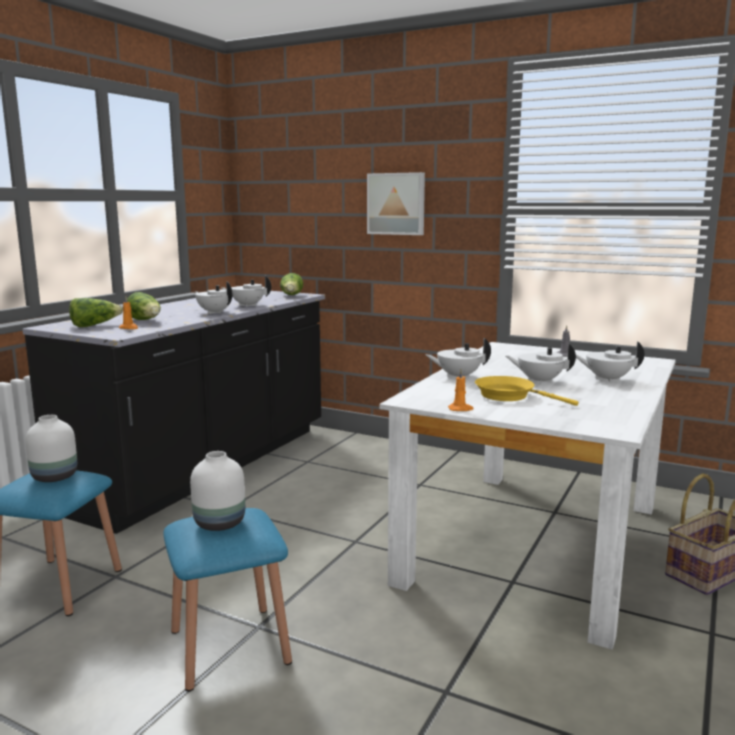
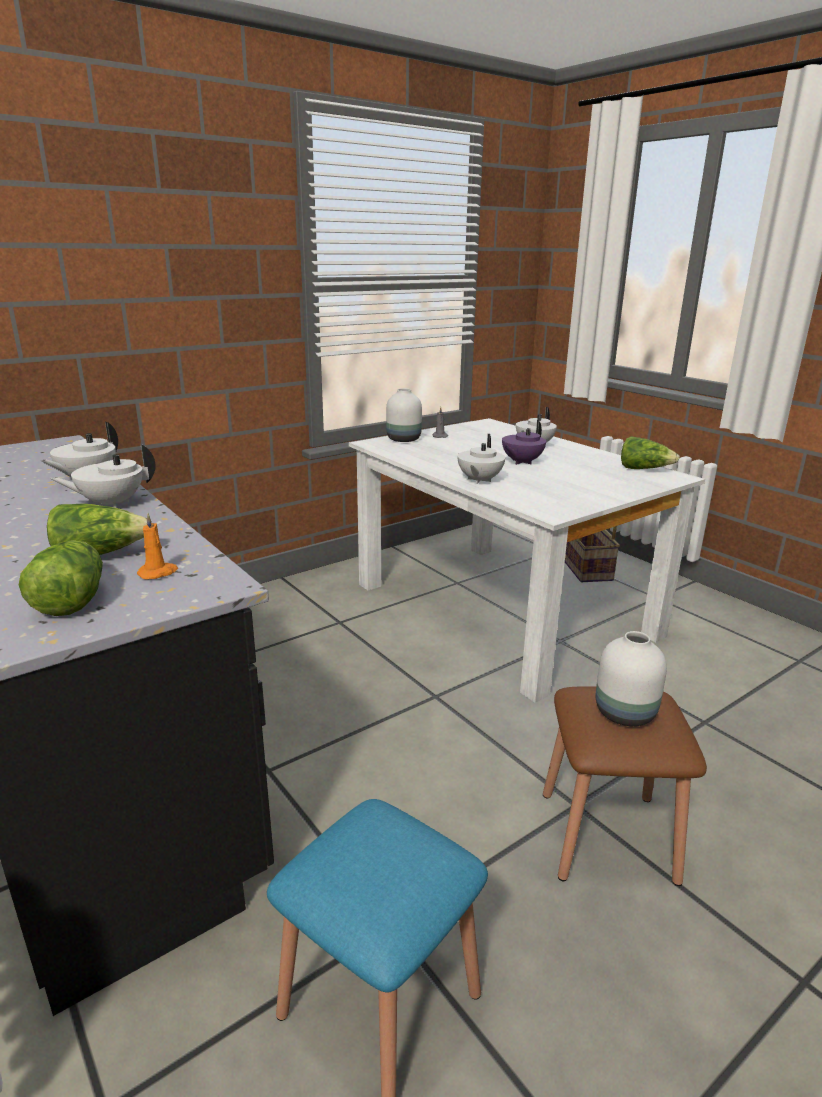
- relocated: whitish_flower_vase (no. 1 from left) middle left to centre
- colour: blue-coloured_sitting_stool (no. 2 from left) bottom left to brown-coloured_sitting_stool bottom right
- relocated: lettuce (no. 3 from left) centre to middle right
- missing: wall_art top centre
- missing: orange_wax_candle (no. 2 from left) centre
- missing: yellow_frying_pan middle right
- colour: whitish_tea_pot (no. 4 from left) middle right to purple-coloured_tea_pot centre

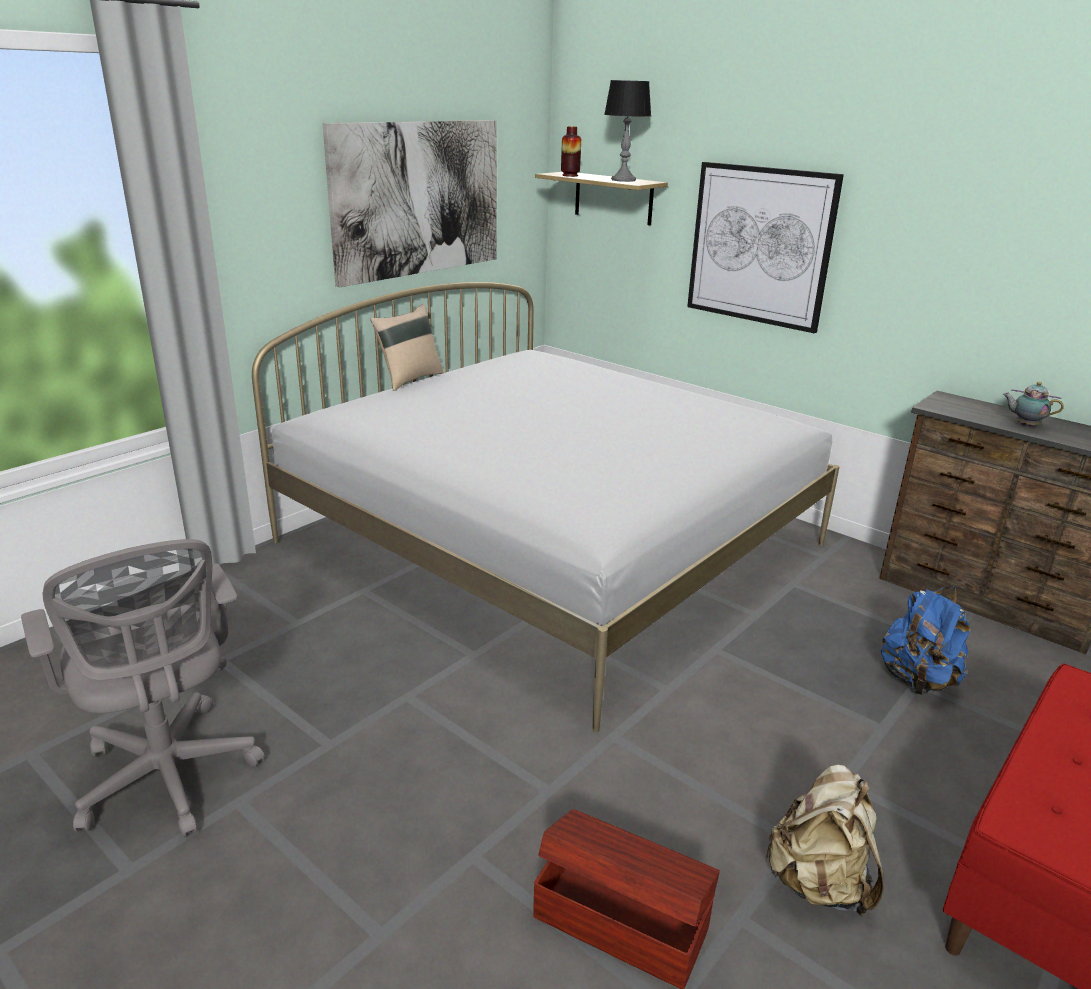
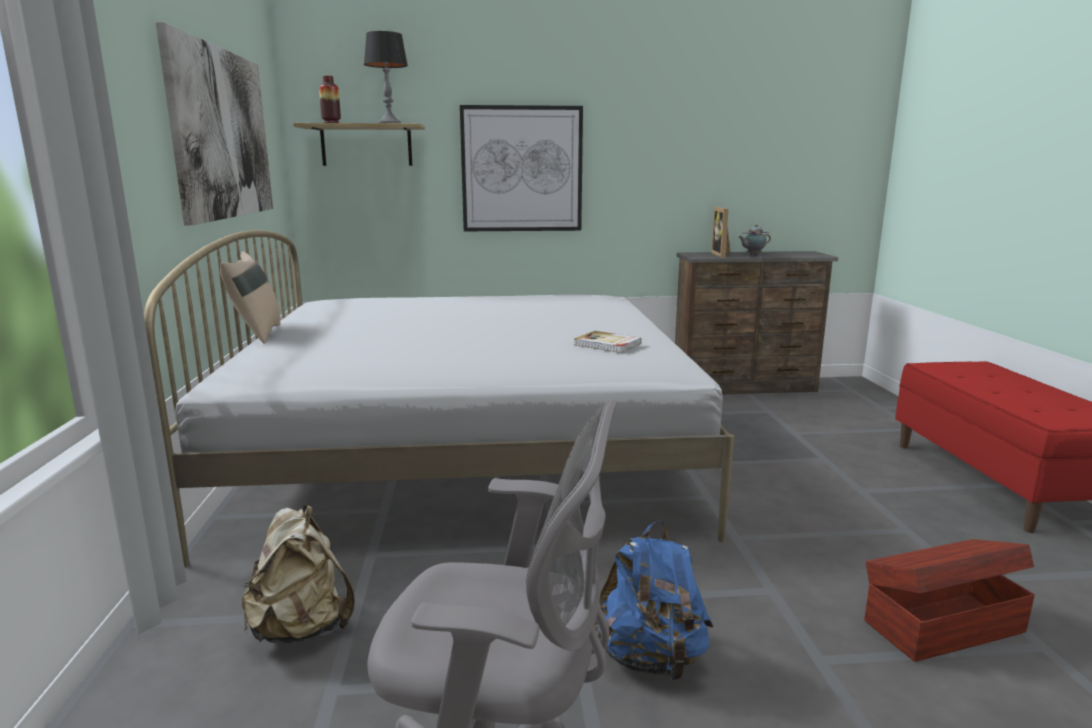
- relocated: beige_rucksack bottom right to bottom left
- relocated: blue-coloured_rucksack middle right to bottom centre
- appeared: volume centre
- appeared: standing_frame top centre

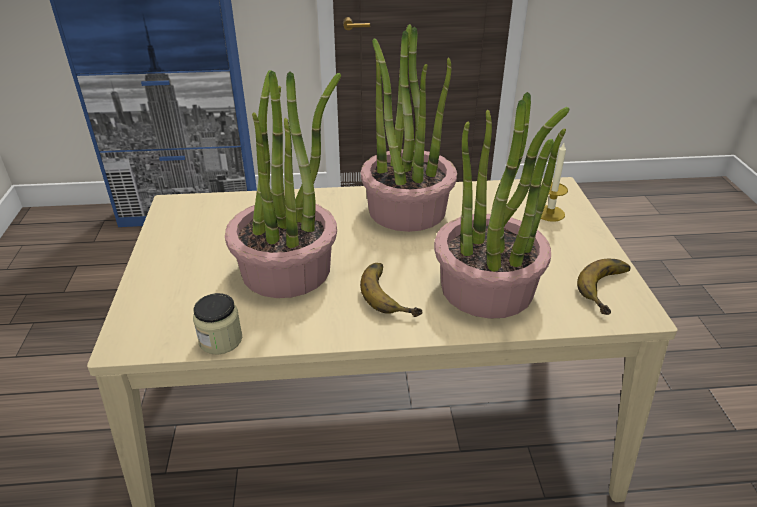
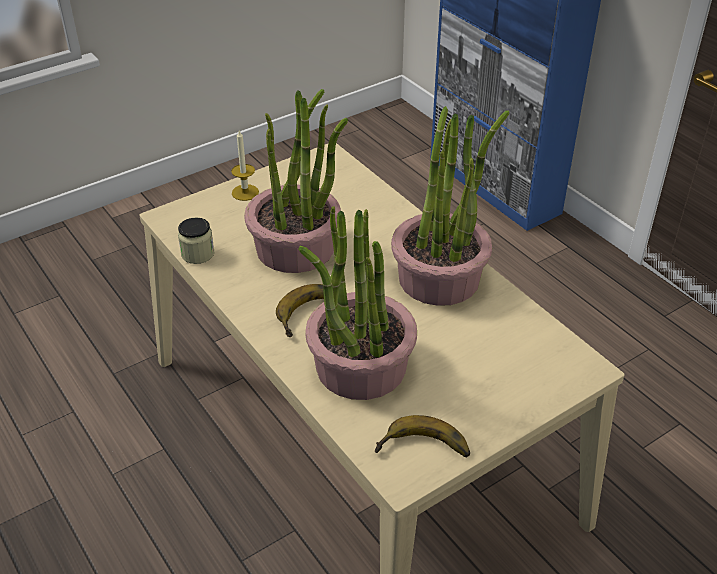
- relocated: wax_candle middle right to top centre

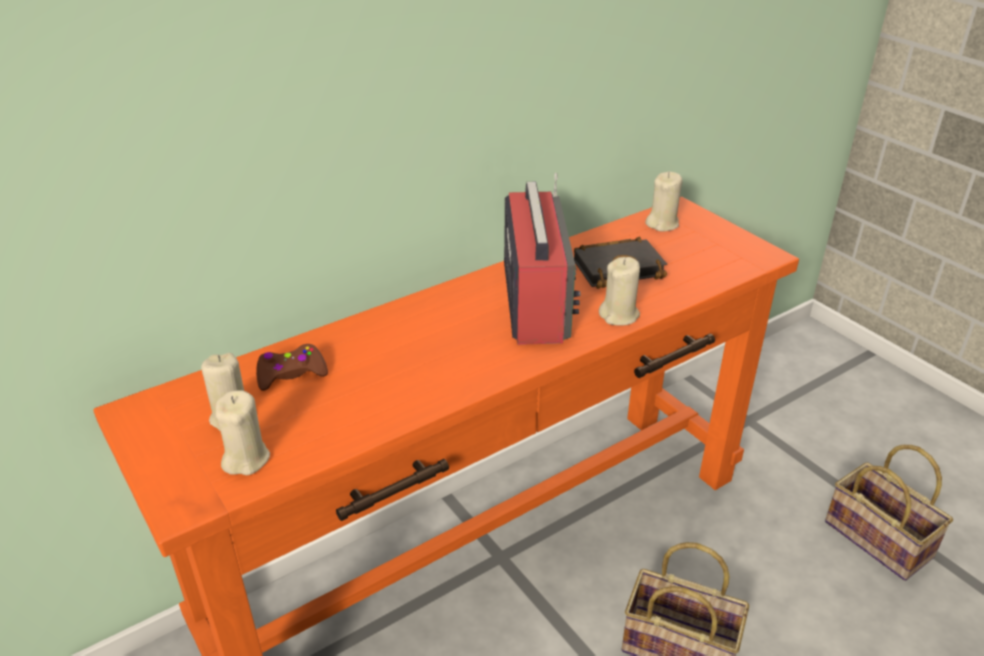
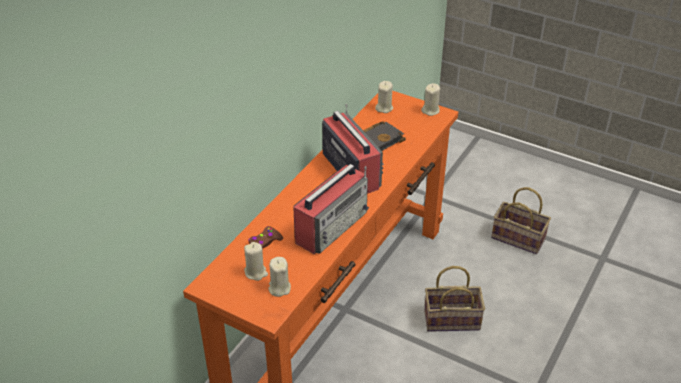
- relocated: beige_wax_candle (no. 3 from left in the first image) centre to beige_wax_candle (no. 4 from left) top centre
- appeared: radio_receiver (no. 1 from left) centre

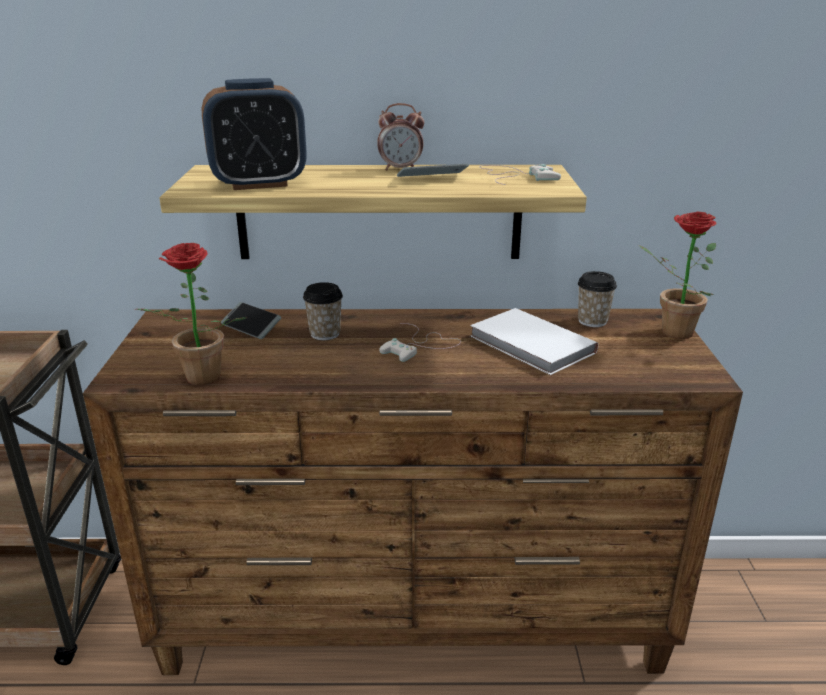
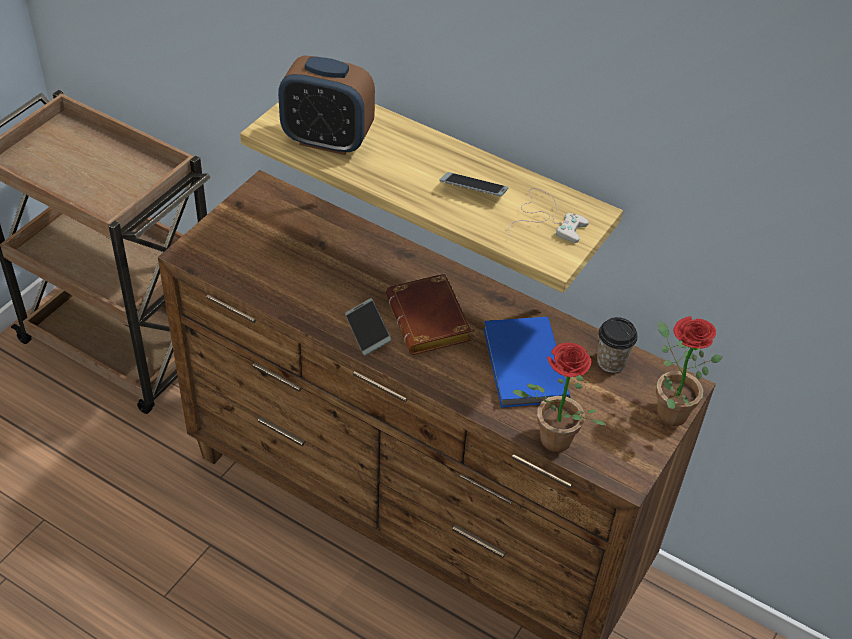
- relocated: potted_plant (no. 1 from left) middle left to centre
- relocated: telephone (no. 1 from left) middle left to centre
- missing: drinking_cup (no. 1 from left) centre
- missing: table_clock (no. 2 from left) top centre
- exchanged: whitish_game_controller (no. 1 from left) centre to brown-coloured_volume centre
- colour: whitish_volume centre to blue-coloured_volume centre

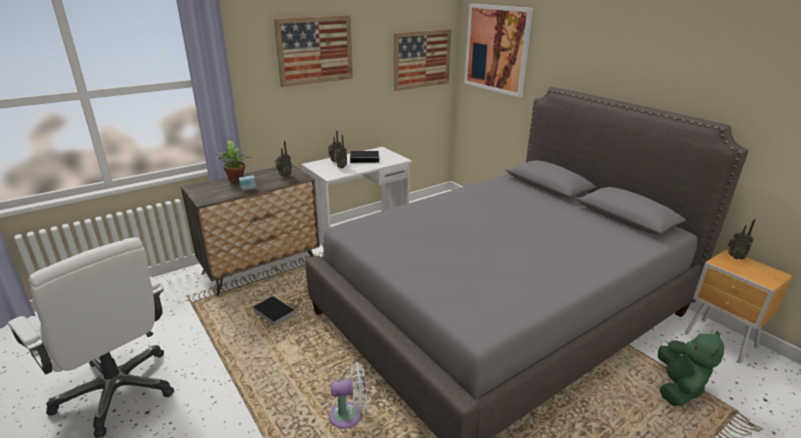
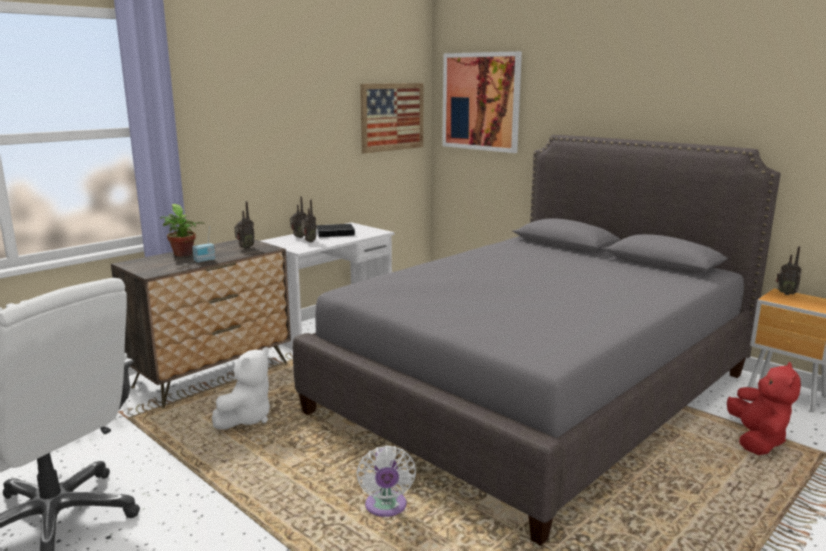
- exchanged: volume (no. 1 from left) bottom centre to whitish_cuddly_toy bottom left
- missing: wall_art (no. 1 from left) top centre
- spun: whitish_electric_fan bottom centre = bottom centre 105 degrees clockwise
- colour: greenish_cuddly_toy bottom right to reddish_cuddly_toy bottom right

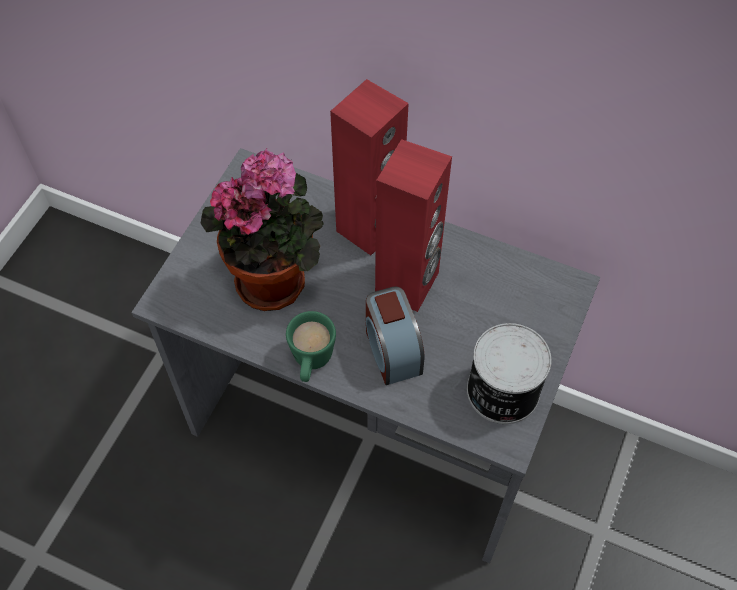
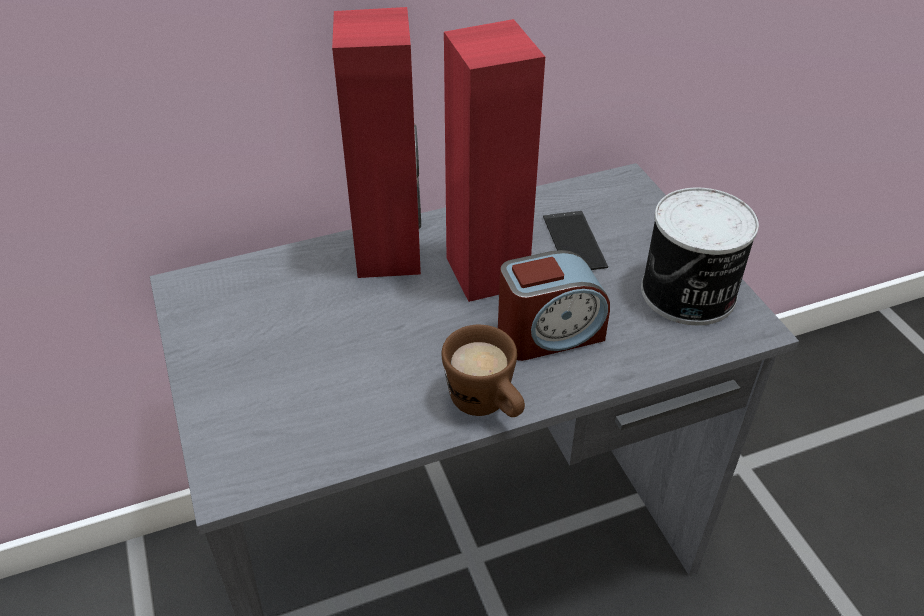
- missing: potted_plant centre
- colour: greenish_tea_mug centre to brown-coloured_tea_mug centre
- spun: table_clock centre = centre 45 degrees counterclockwise
- appeared: telephone centre

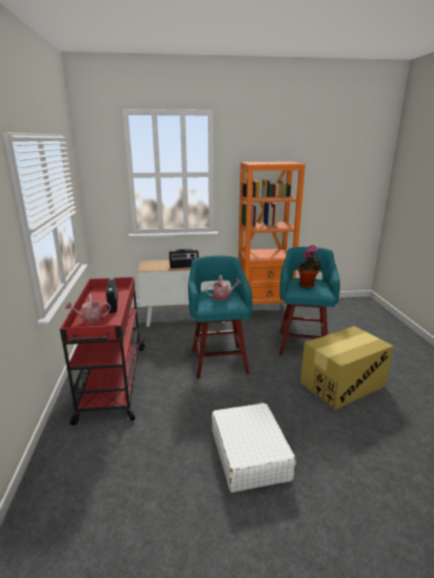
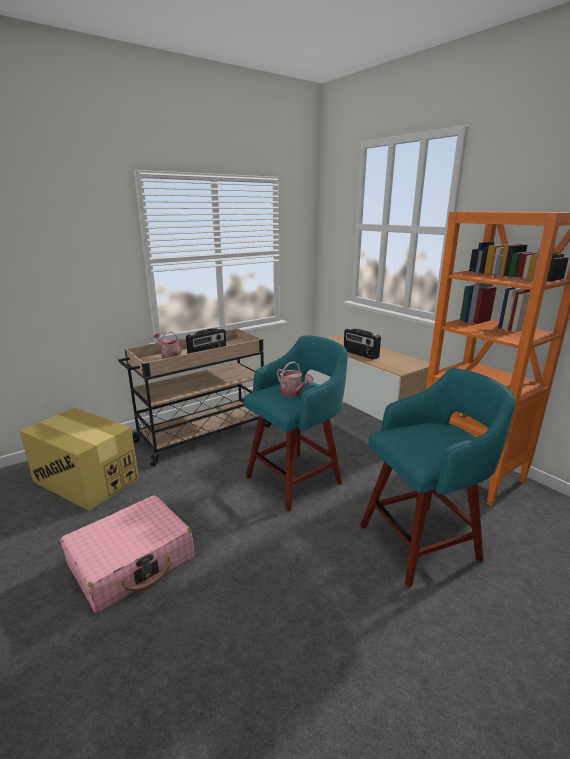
- colour: reddish_trolley middle left to beige_trolley centre
- colour: whitish_piece_of_luggage bottom centre to pinkish_piece_of_luggage bottom left
- missing: potted_plant middle right
- relocated: cardboard_box middle right to middle left

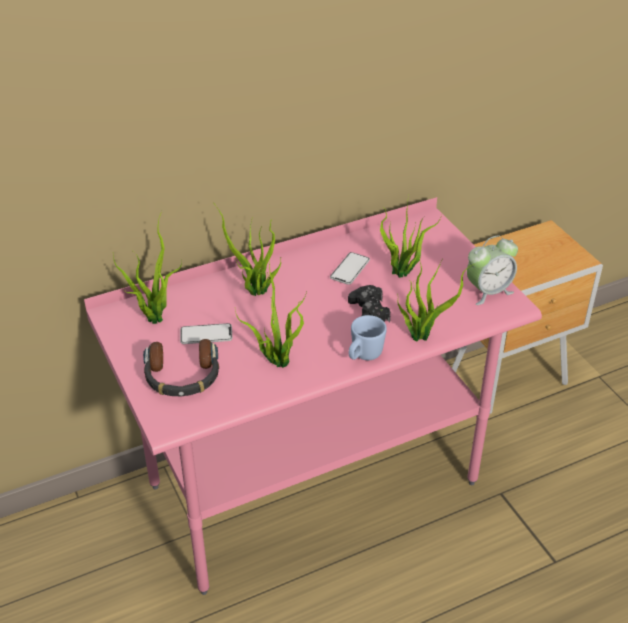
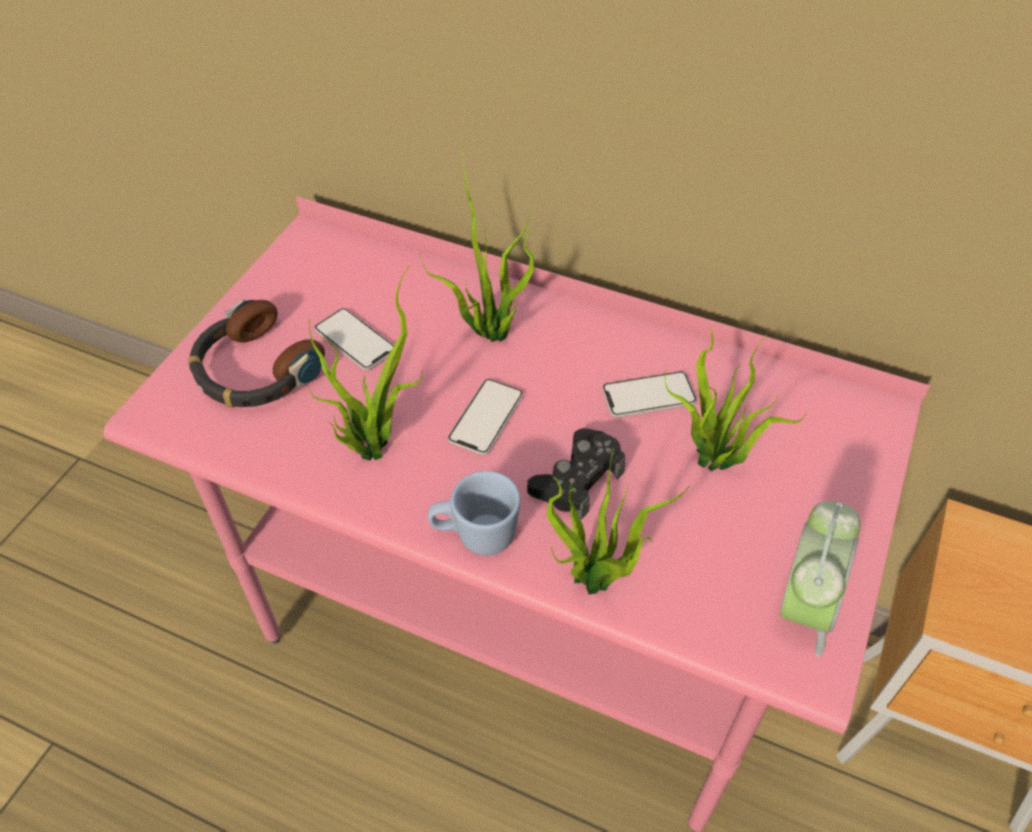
- missing: potted_plant (no. 1 from left) middle left
- spun: table_clock middle right = bottom right 90 degrees counterclockwise
- appeared: telephone (no. 2 from left) centre

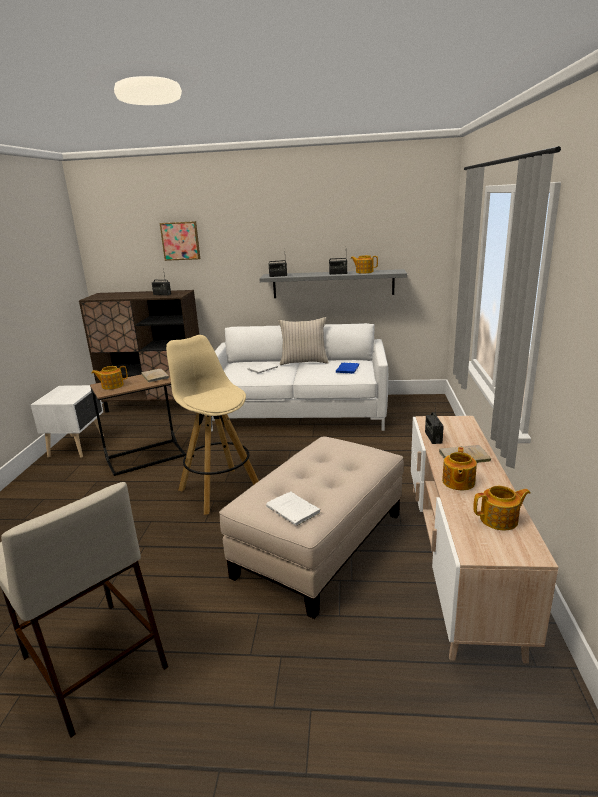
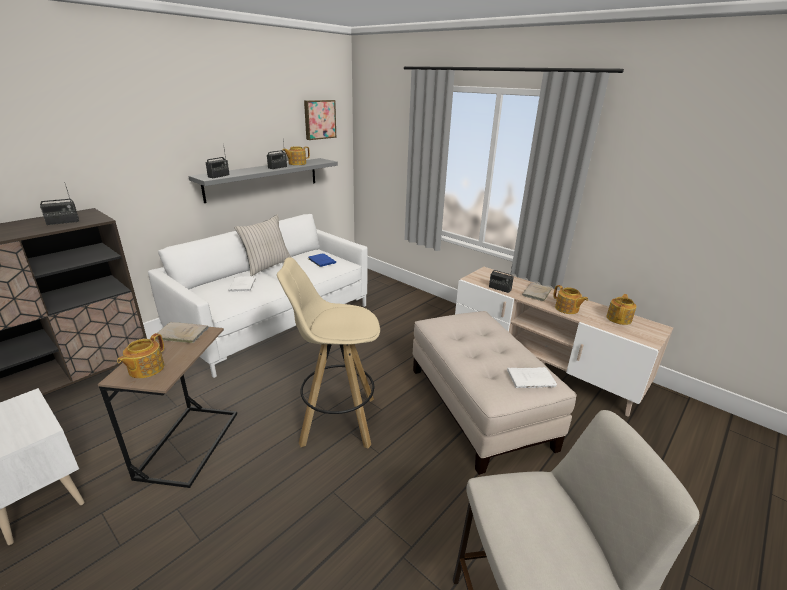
- relocated: wall_art top left to top centre

